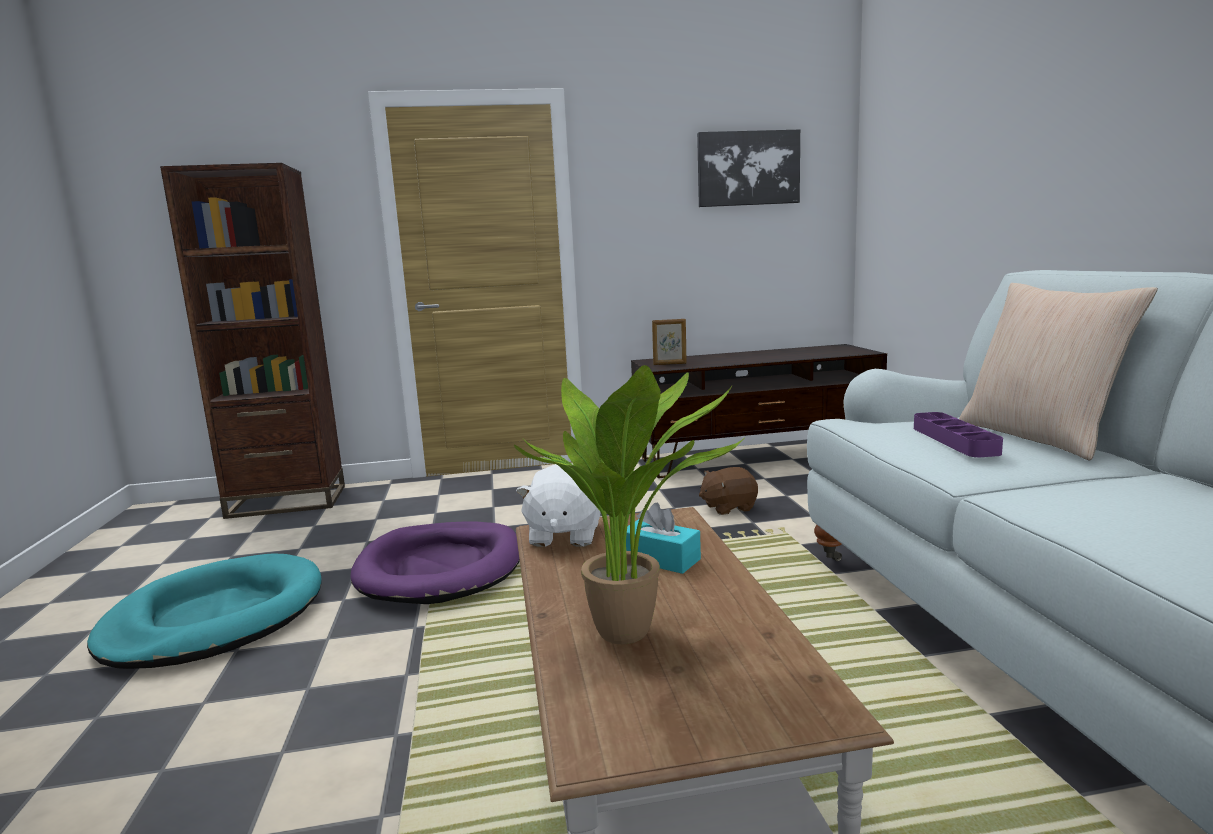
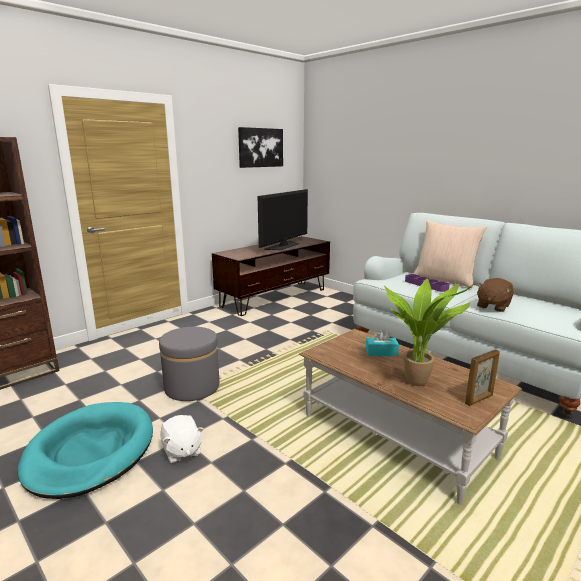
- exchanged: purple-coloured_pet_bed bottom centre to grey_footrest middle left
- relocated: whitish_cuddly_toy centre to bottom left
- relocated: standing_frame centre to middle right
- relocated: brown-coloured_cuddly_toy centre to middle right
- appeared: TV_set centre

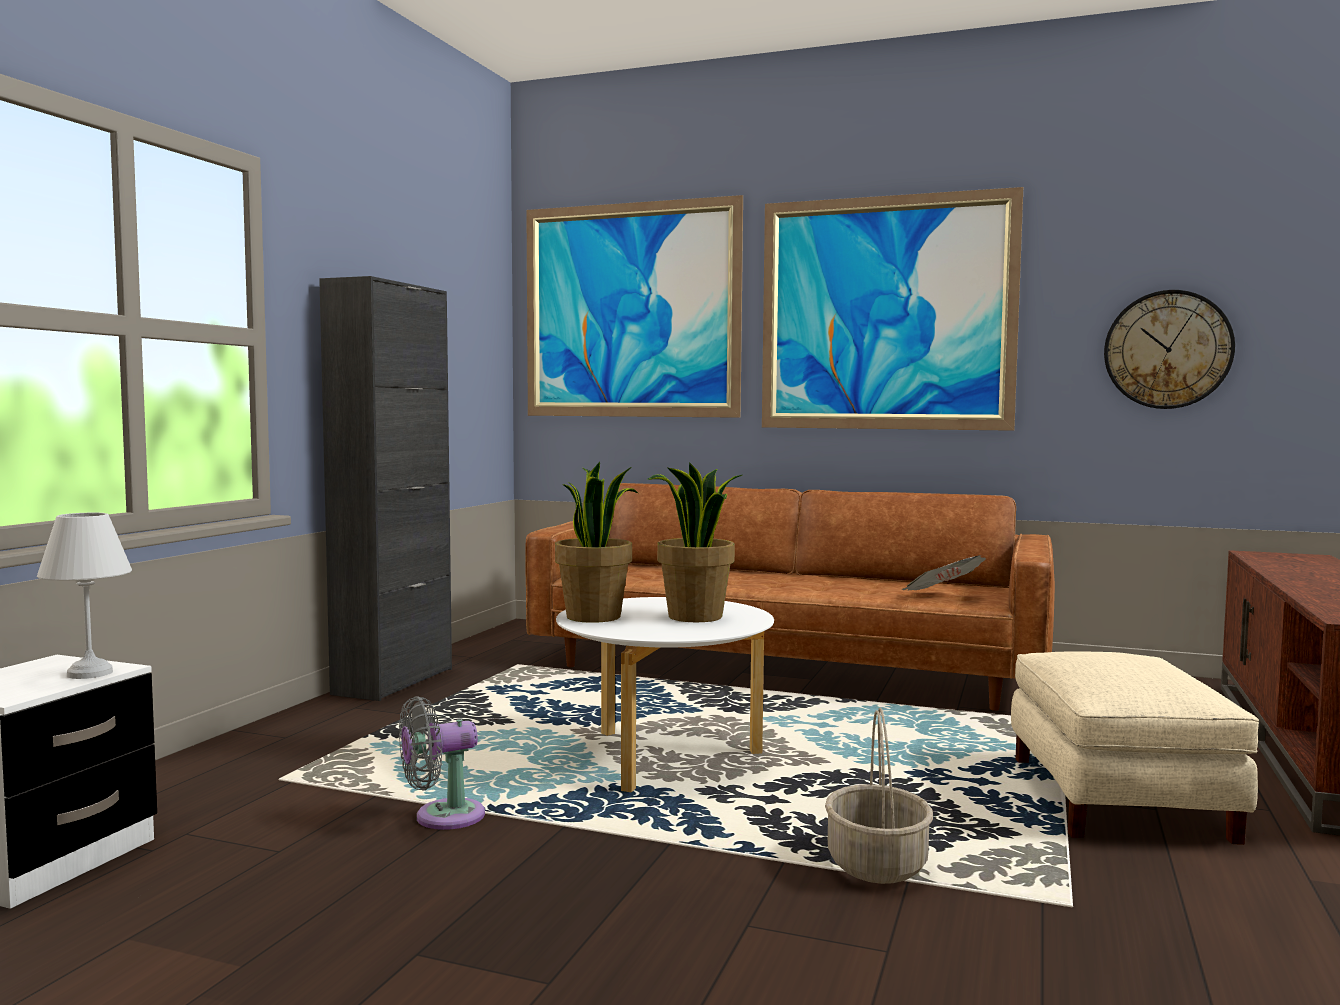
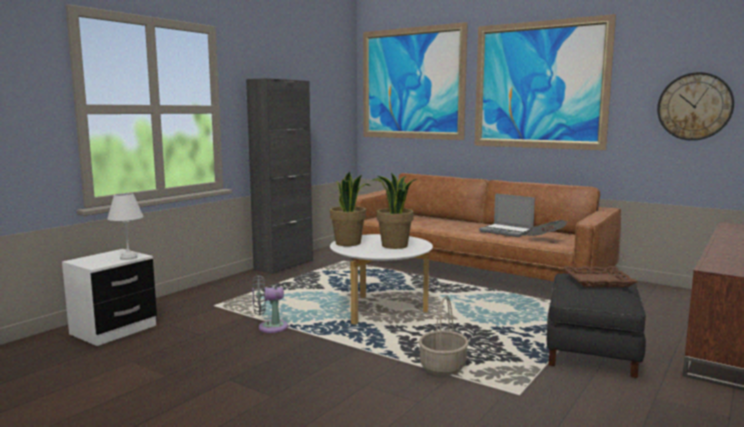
- colour: beige_footrest bottom right to black-coloured_footrest bottom right
- appeared: laptop middle right
- appeared: brown-coloured_carrying_tray middle right

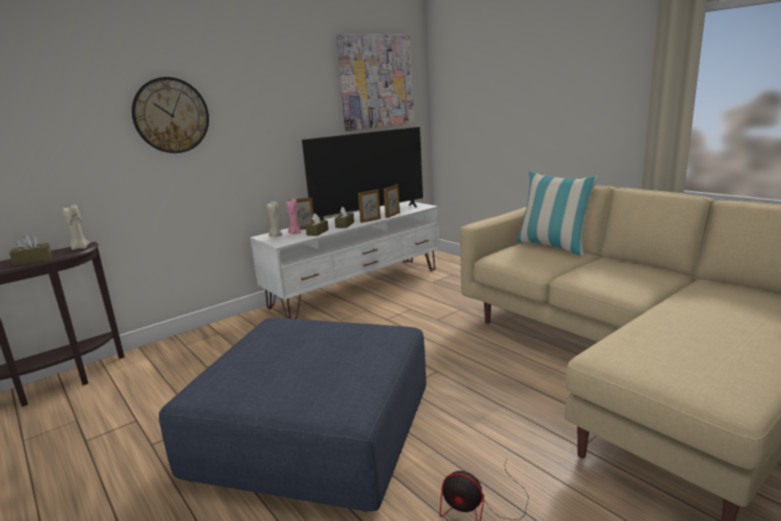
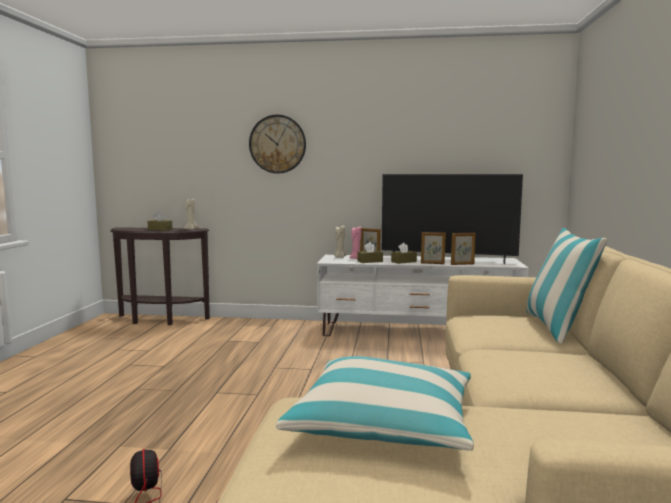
- missing: blue-coloured_footrest bottom centre
- missing: wall_art top centre
- appeared: cushion (no. 1 from left) bottom centre

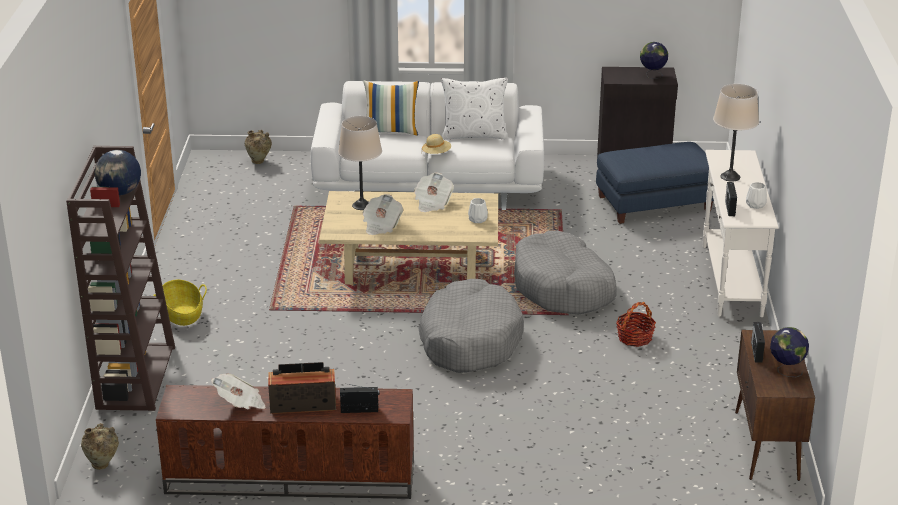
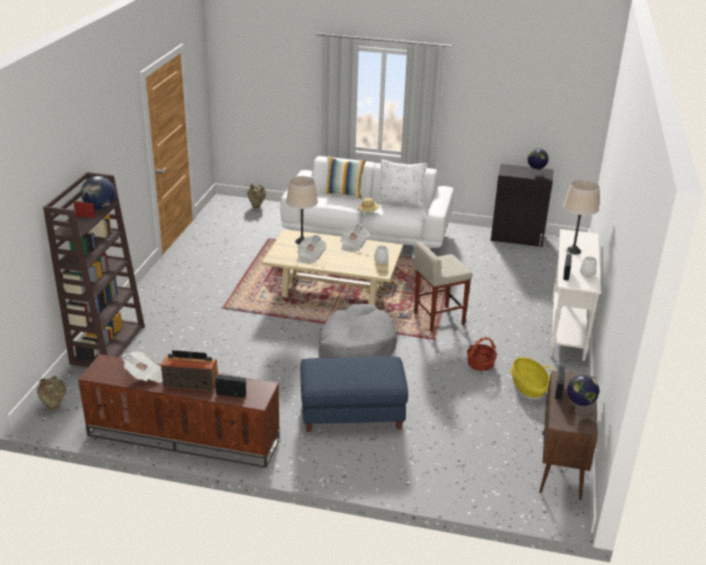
- relocated: storage_basket (no. 1 from left in the first image) middle left to storage_basket (no. 2 from left) bottom right
- exchanged: grey_pet_bed (no. 2 from left) centre to beige_sitting_stool centre
- relocated: blue-coloured_footrest middle right to bottom centre

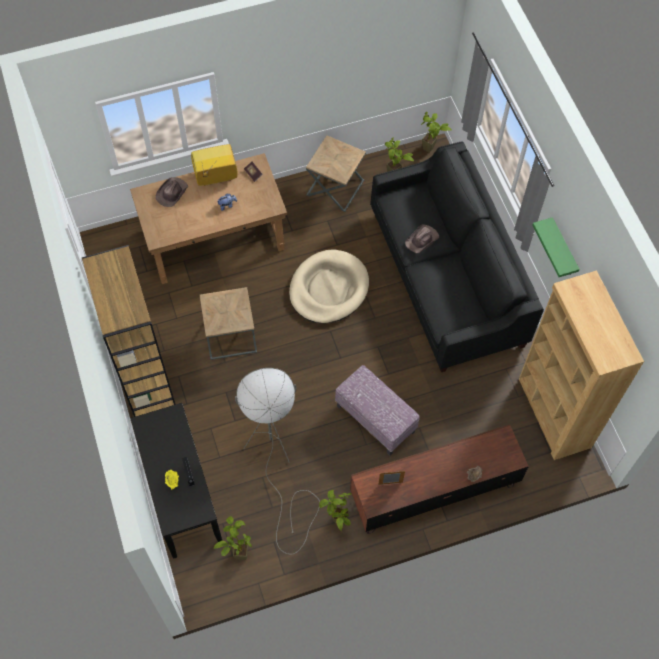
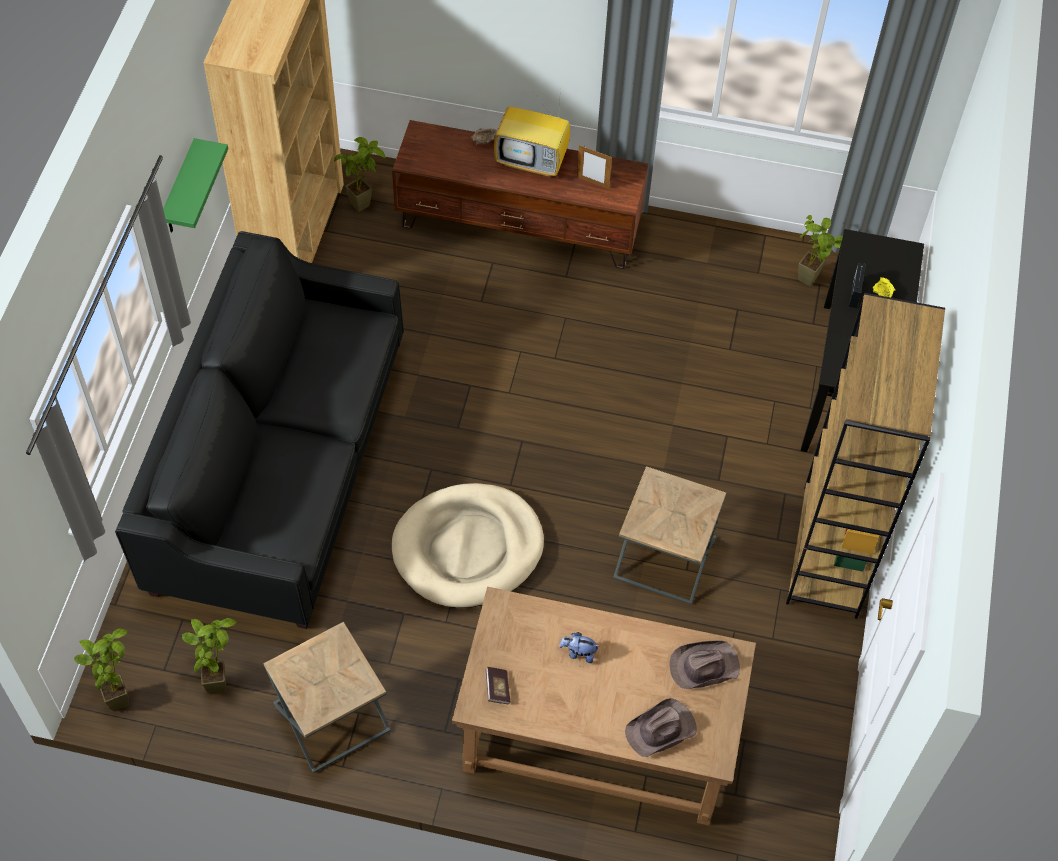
- relocated: TV_set top left to top centre
- missing: grey_floor_lamp bottom centre
- relocated: potted_plant (no. 2 from left in the first image) bottom centre to potted_plant (no. 3 from left) top centre
- missing: footrest centre
- relocated: brown-coloured_clothing_hat (no. 2 from left) centre to bottom centre

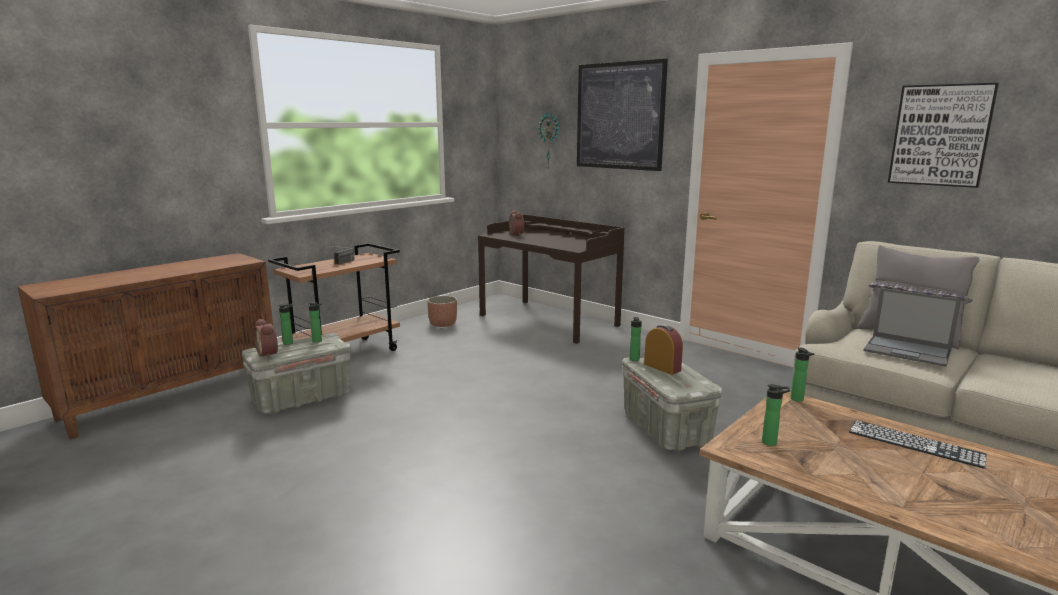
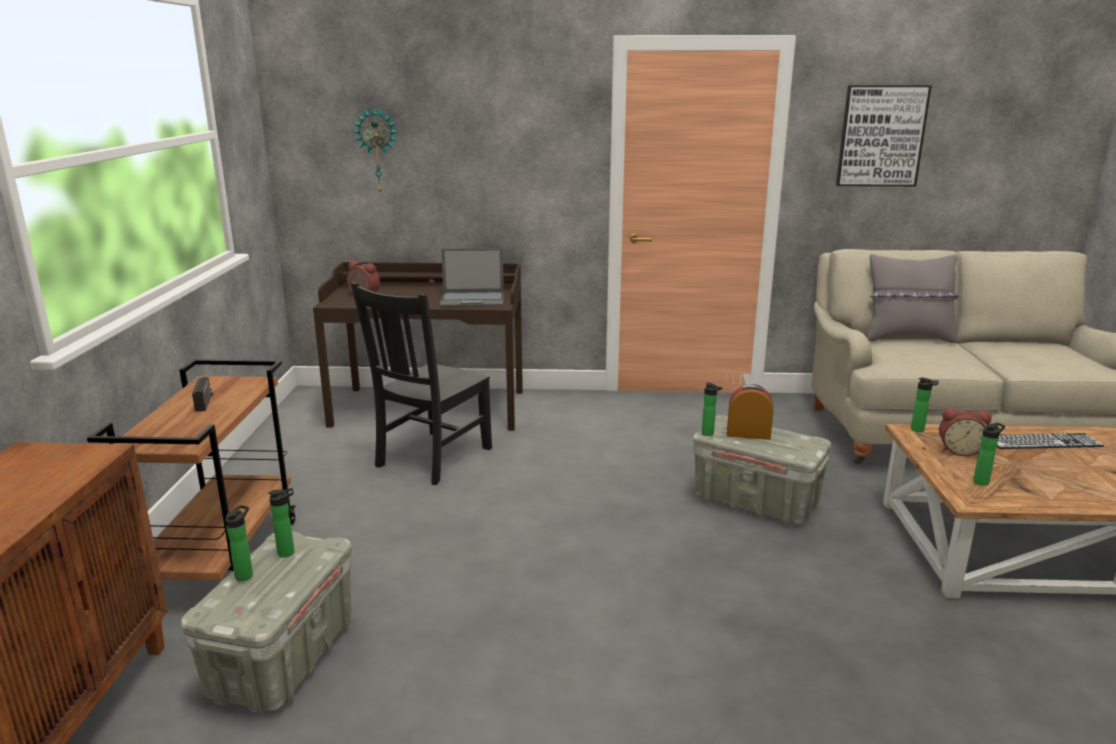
- relocated: table_clock (no. 1 from left in the first image) middle left to table_clock (no. 3 from left) middle right
- missing: flower_pot centre
- missing: wall_art (no. 1 from left) top centre
- relocated: laptop middle right to centre
- appeared: black-coloured_upright_chair centre

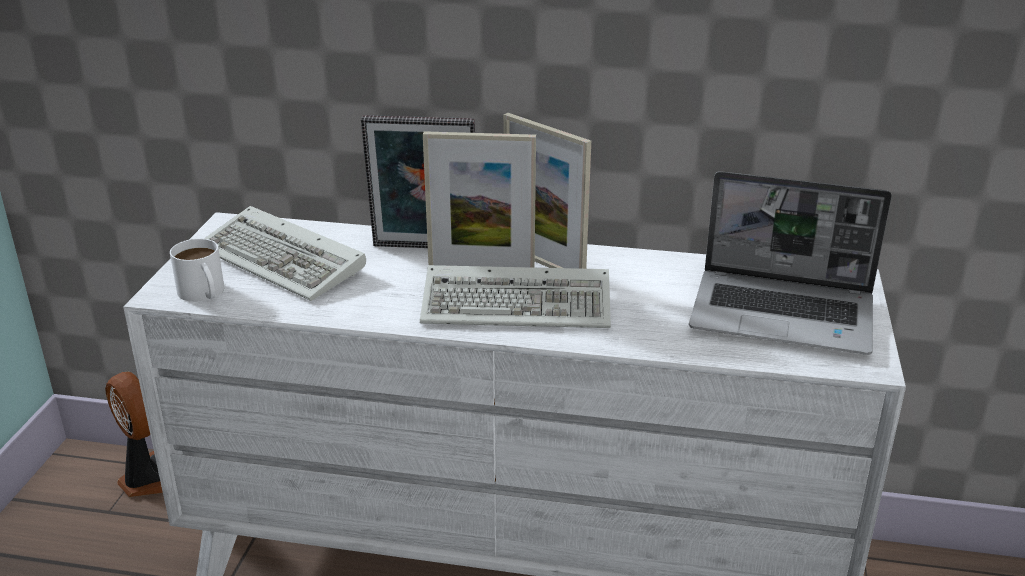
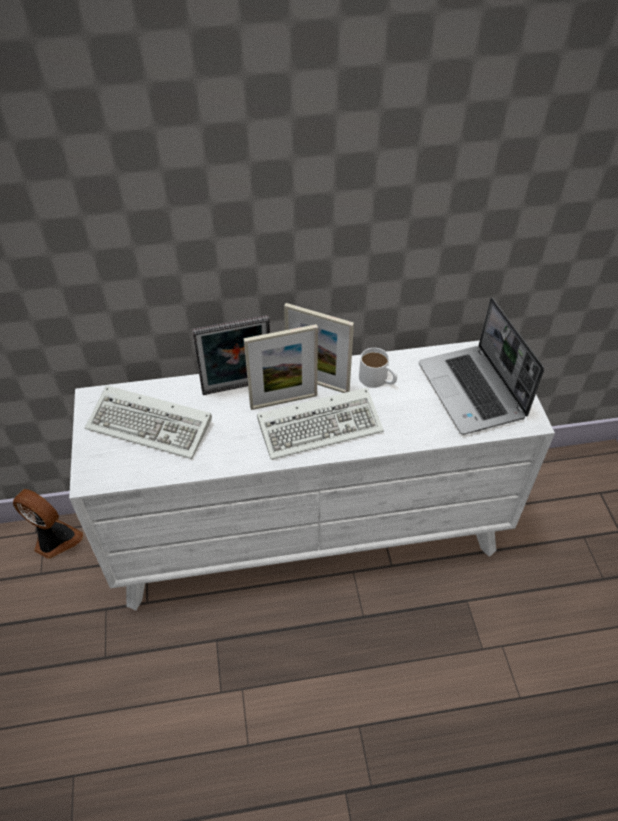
- relocated: whitish_tea_mug middle left to centre
- spun: laptop middle right = middle right 75 degrees clockwise

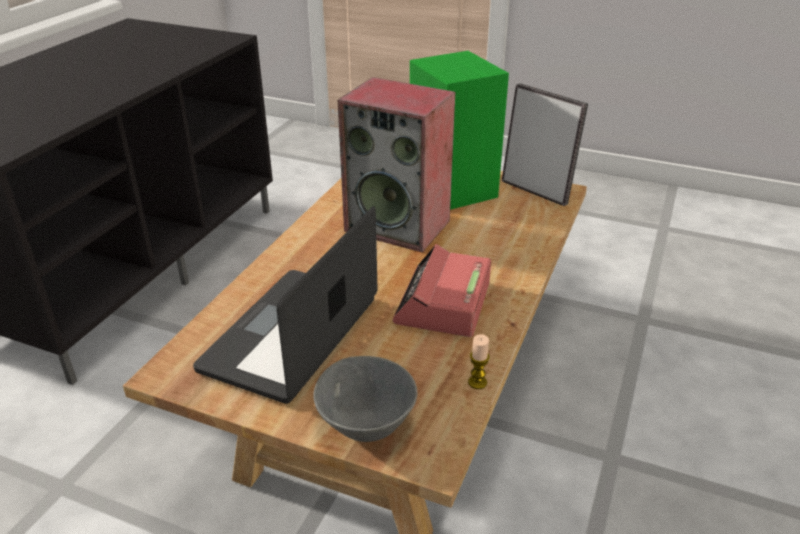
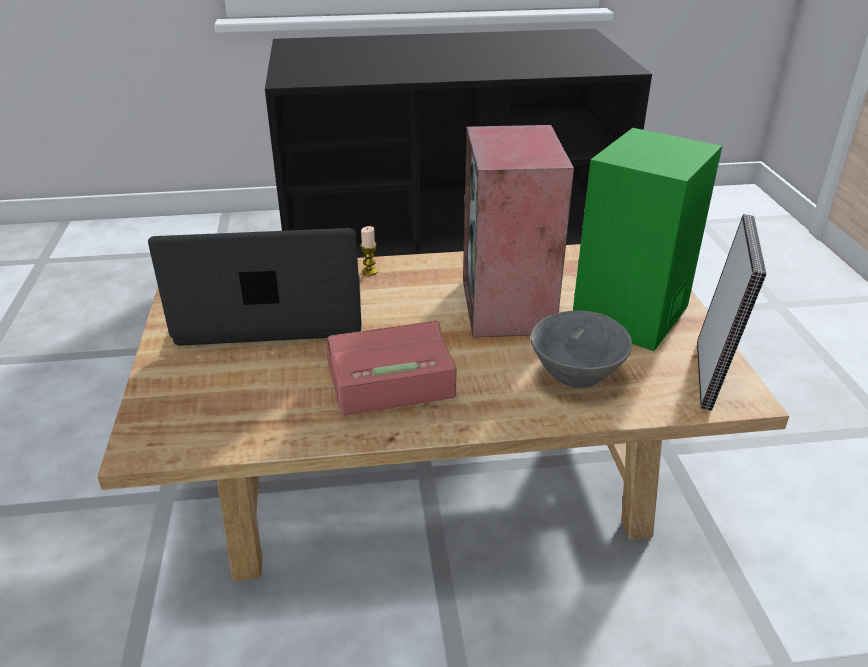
- relocated: grey_serving_bowl bottom centre to middle right
- relocated: wax_candle bottom centre to centre

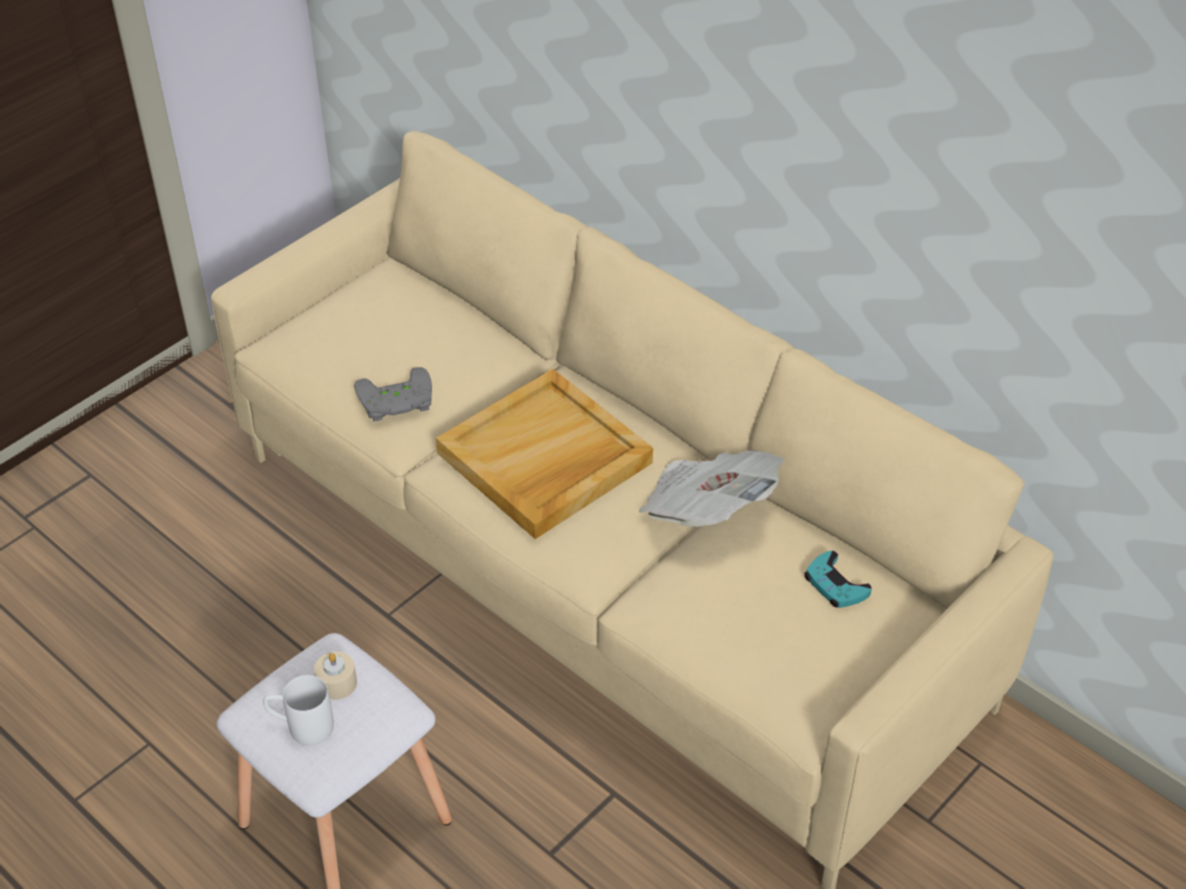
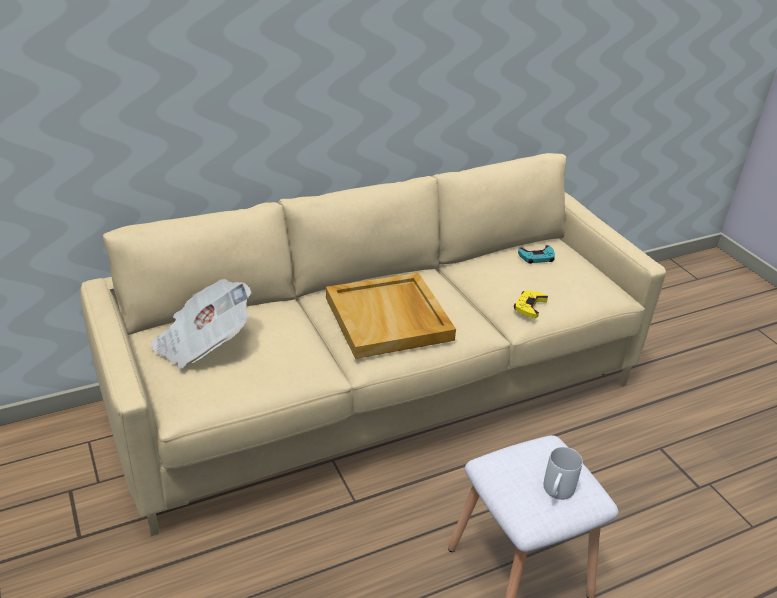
- missing: beige_wax_candle bottom left
- missing: grey_game_controller middle left
- relocated: newspaper centre to middle left
- appeared: yellow_game_controller middle right

